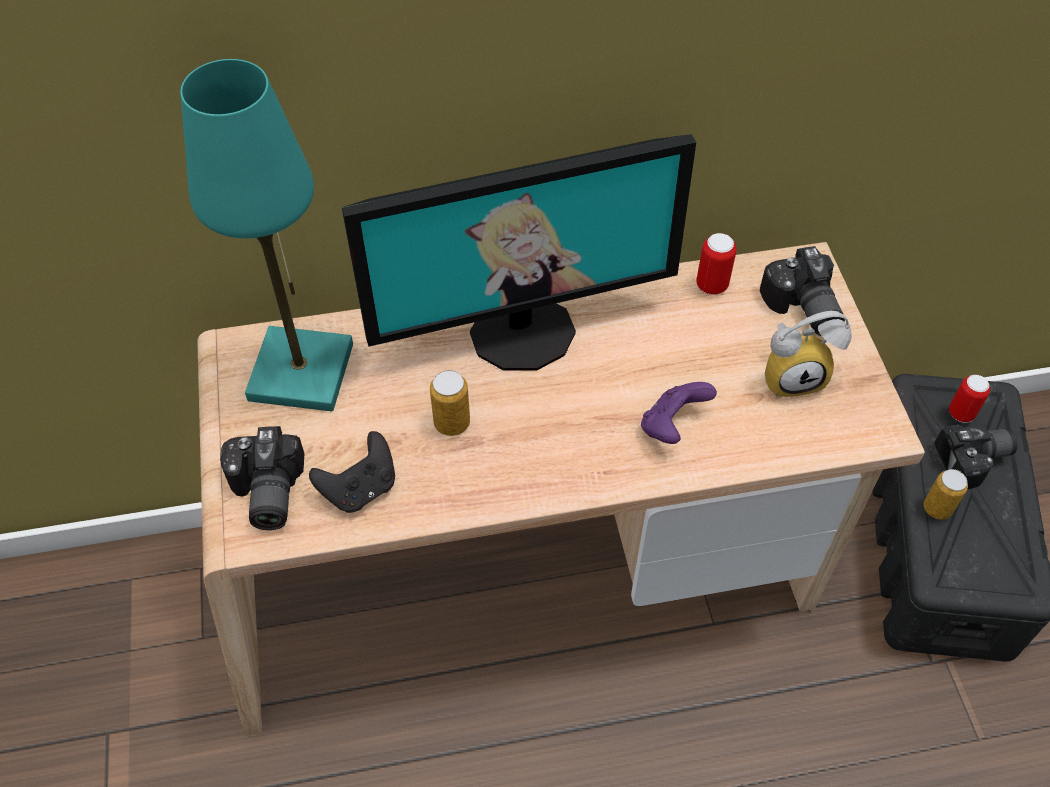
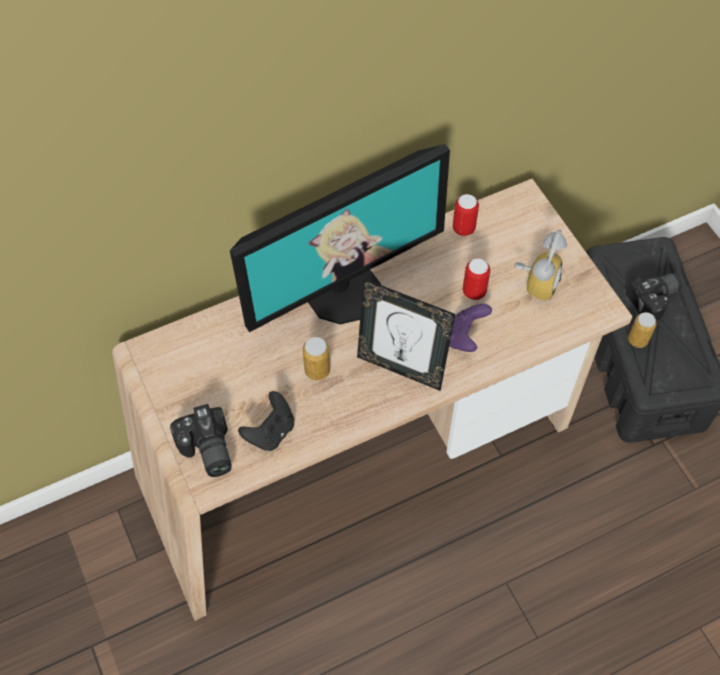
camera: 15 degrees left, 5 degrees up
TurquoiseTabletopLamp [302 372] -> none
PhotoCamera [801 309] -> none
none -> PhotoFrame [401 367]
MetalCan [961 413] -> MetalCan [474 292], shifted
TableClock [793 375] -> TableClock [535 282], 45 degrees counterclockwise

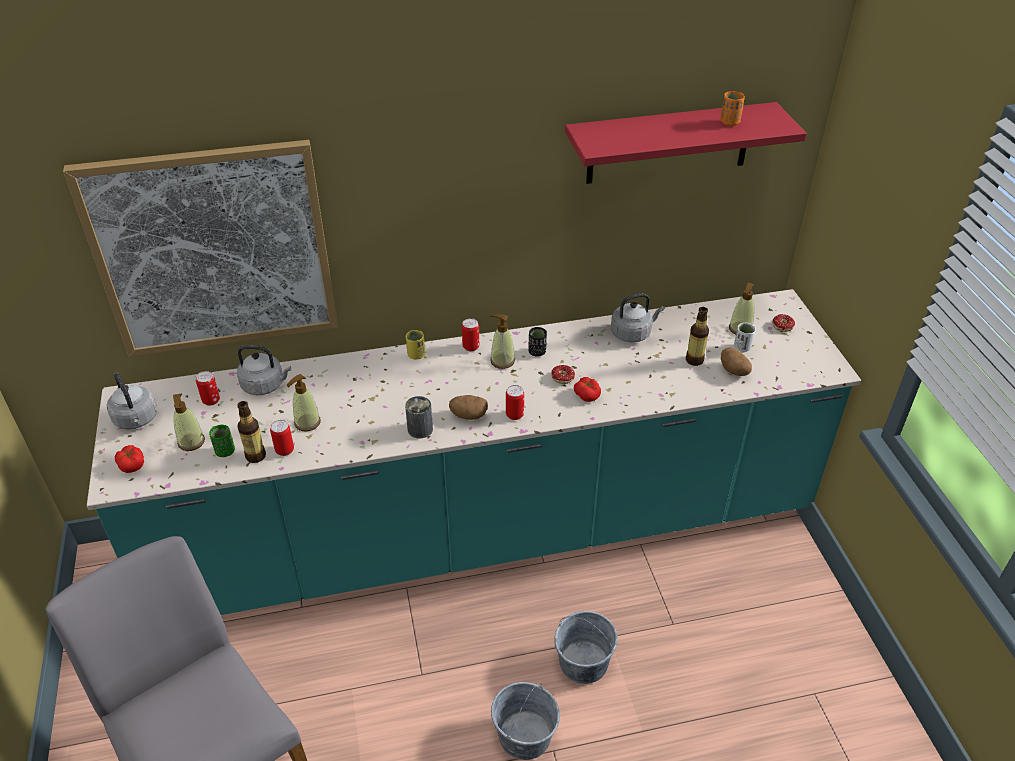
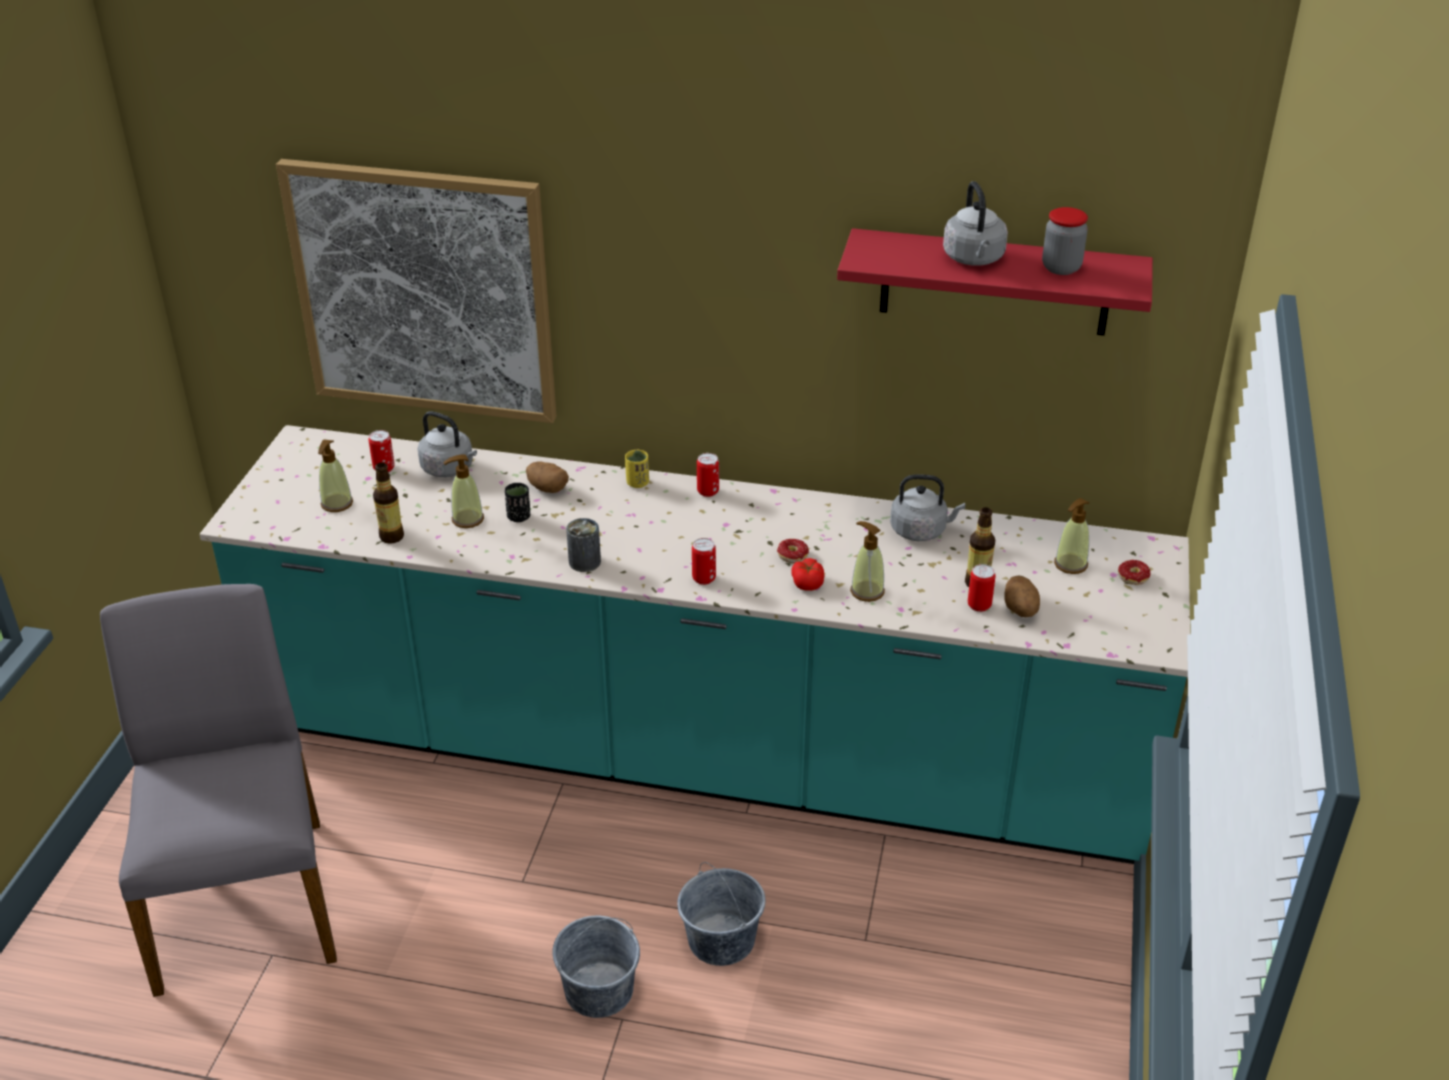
camera: 25 degrees right, 5 degrees down
Tomato [132 464] -> none
GreenColouredSmallCup [225 451] -> none
WhiteSmallCup [742 347] -> none
GreyWaterKettle [137 420] -> GreyWaterKettle [974 259], shifted
MetalCan [284 450] -> MetalCan [979 605], shifted
Spud [468 415] -> Spud [547 488], shifted
SoapBottle [502 361] -> SoapBottle [867 591], shifted
BlackishSmallCup [537 352] -> BlackishSmallCup [519 517], shifted
OrangeySmallCup [729 122] -> Jar [1061 268]

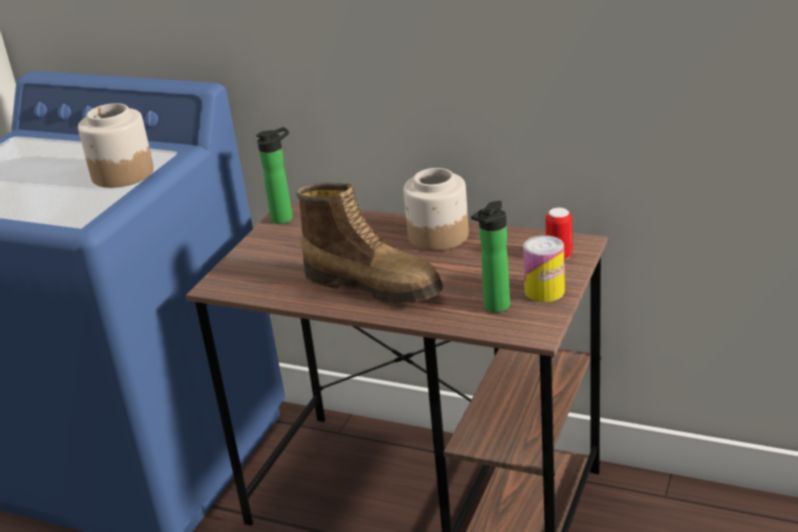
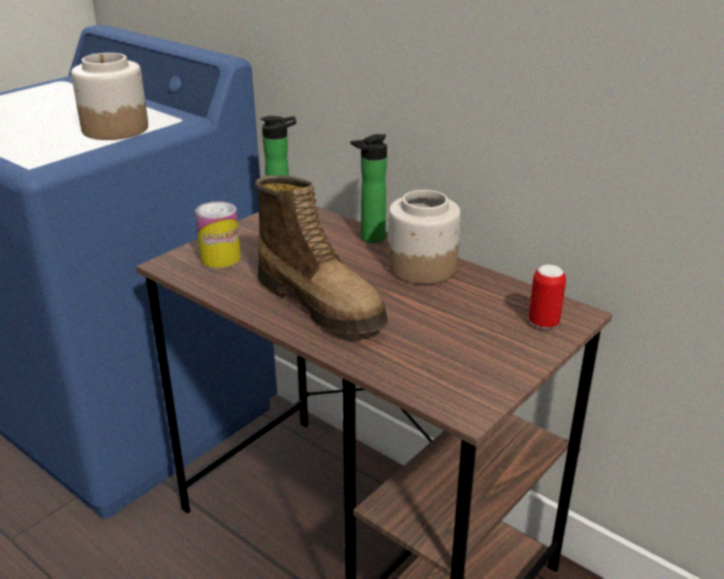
camera: 15 degrees right, 0 degrees up
DrinkBottle [494 308] -> DrinkBottle [369 239], shifted
MetalCan [544 291] -> MetalCan [220 258], shifted

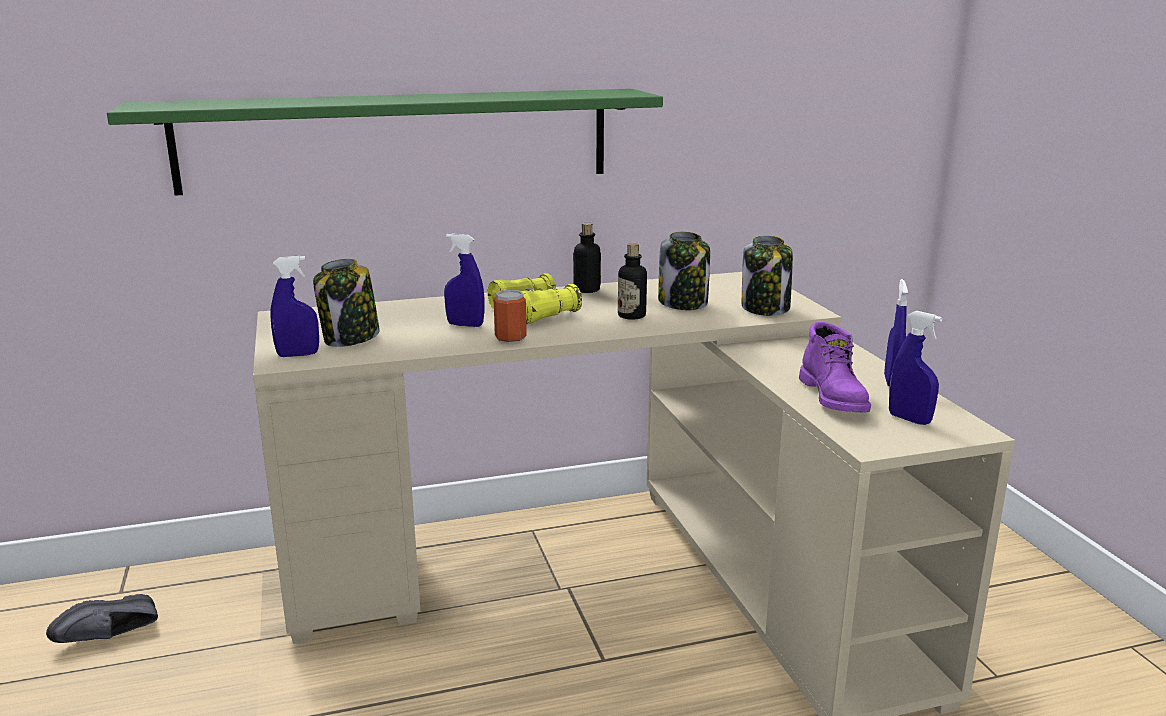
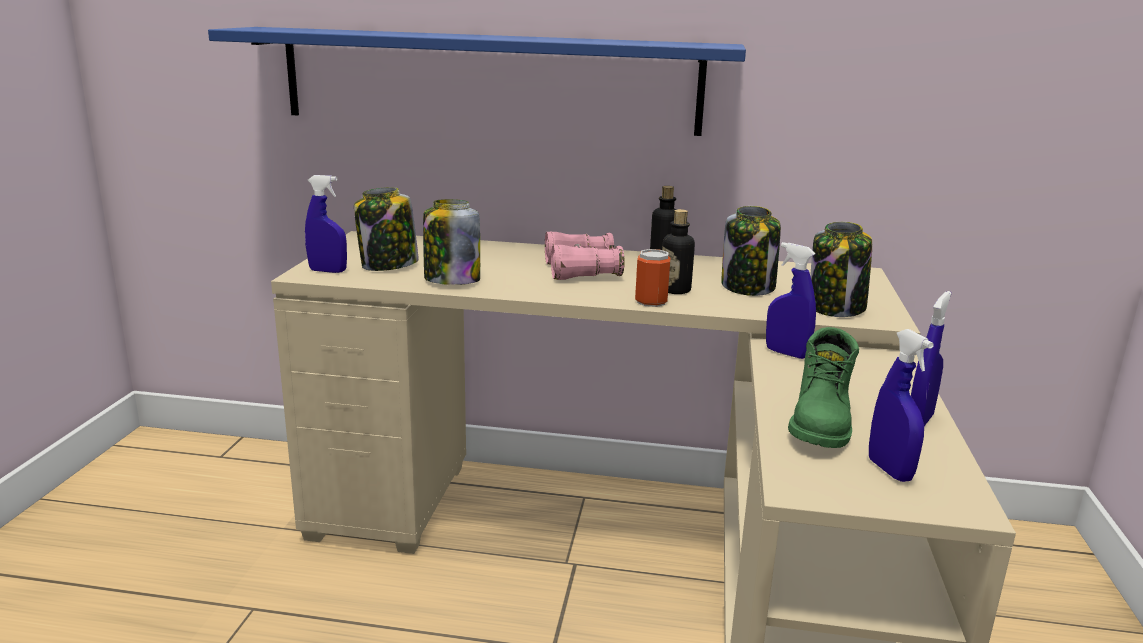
camera: 25 degrees right, 0 degrees up
BlackishShoe [110 637] -> none
none -> Jar [451 280]
BlueColouredHandSprayer [465 325] -> BlueColouredHandSprayer [786 353], shifted
MetalCan [510 338] -> MetalCan [651 302], shifted
GreenColouredShelf [398 139] -> BlueColouredShelf [489 80]
YellowishBinoculars [534 312] -> PinkColouredBinoculars [581 271]
PurpleColouredBoot [834 397] -> GreenColouredBoot [822 423]

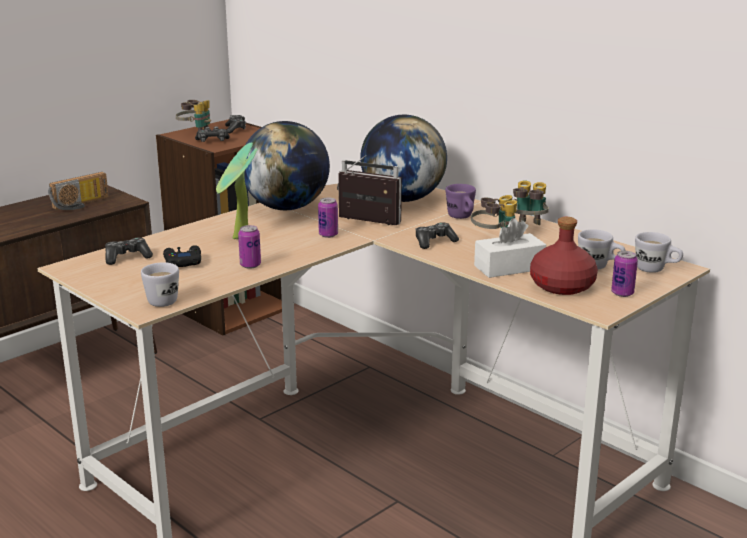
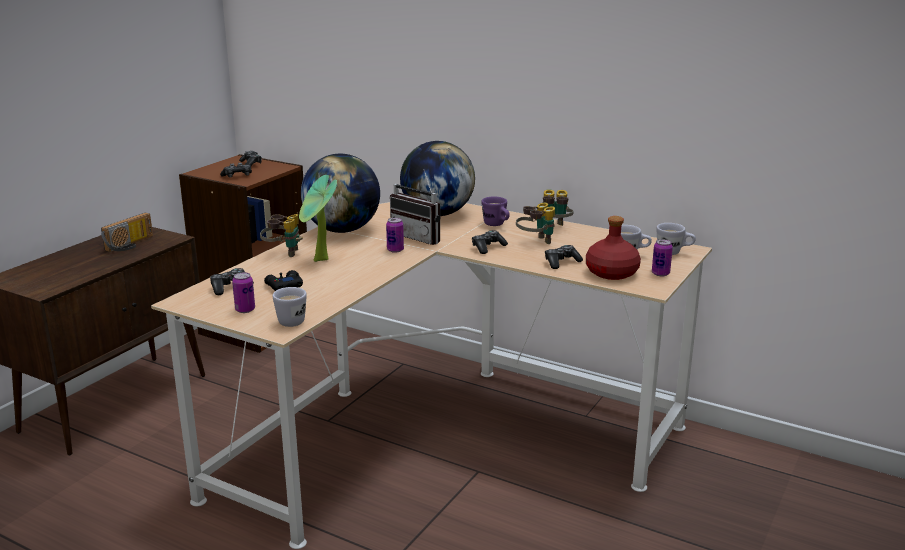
camera: 15 degrees left, 0 degrees up
Binoculars [195 133] -> Binoculars [283 253], shifted
MetalCan [250 265] -> MetalCan [245 310], shifted
WhiteTissueBox [509 267] -> Joypad [561 262]
Radio [365 223] -> Radio [420 237], 150 degrees counterclockwise

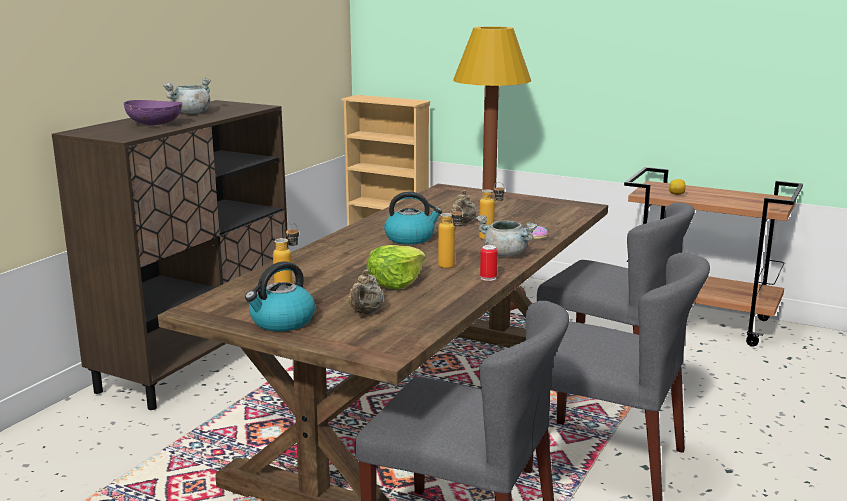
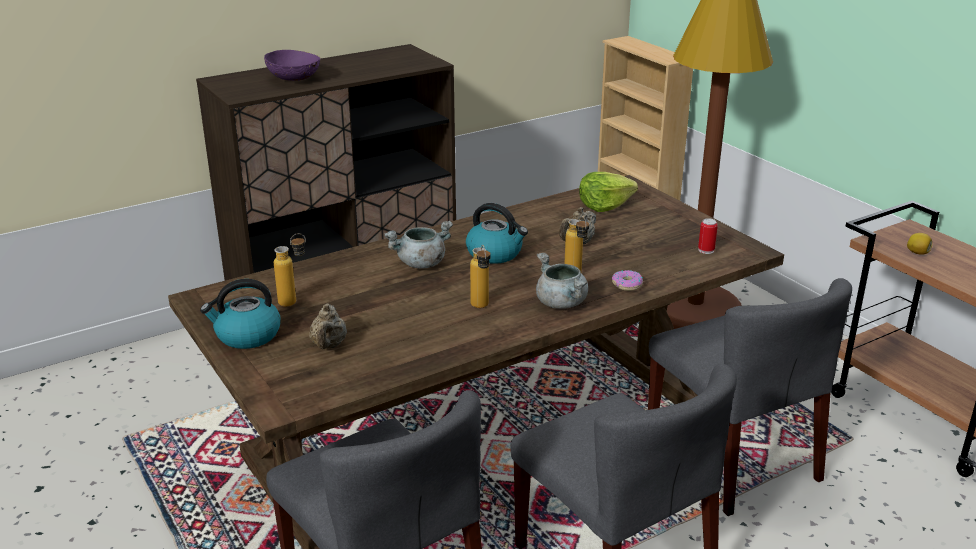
camera: 30 degrees right, 10 degrees up
GreyStockpot [191 113] -> GreyStockpot [421 264], shifted
HeadOfLettuce [395 283] -> HeadOfLettuce [604 205], shifted
MetalCan [488 278] -> MetalCan [706 250], shifted
SandColouredTeapot [365 312] -> SandColouredTeapot [328 346], 45 degrees counterclockwise

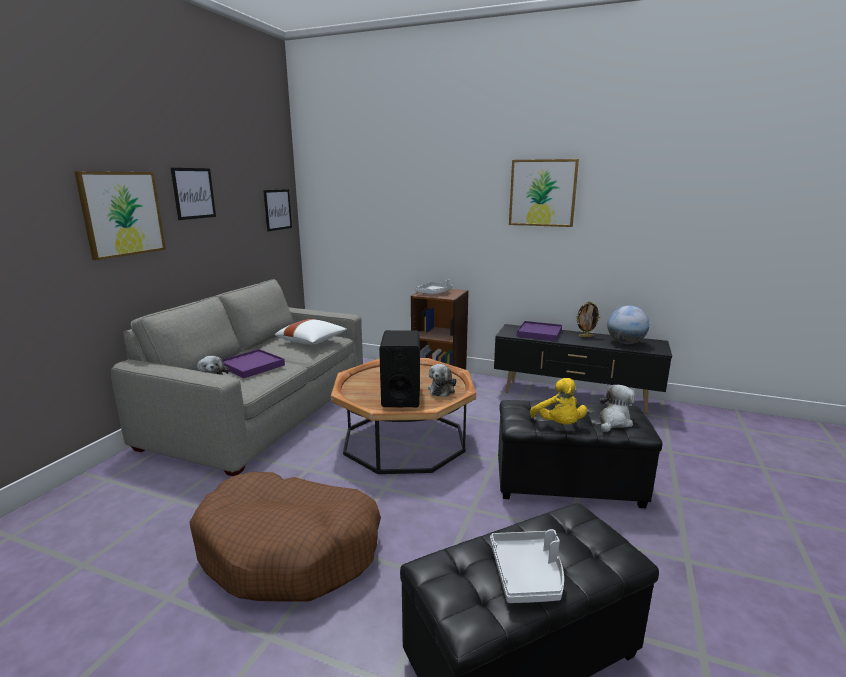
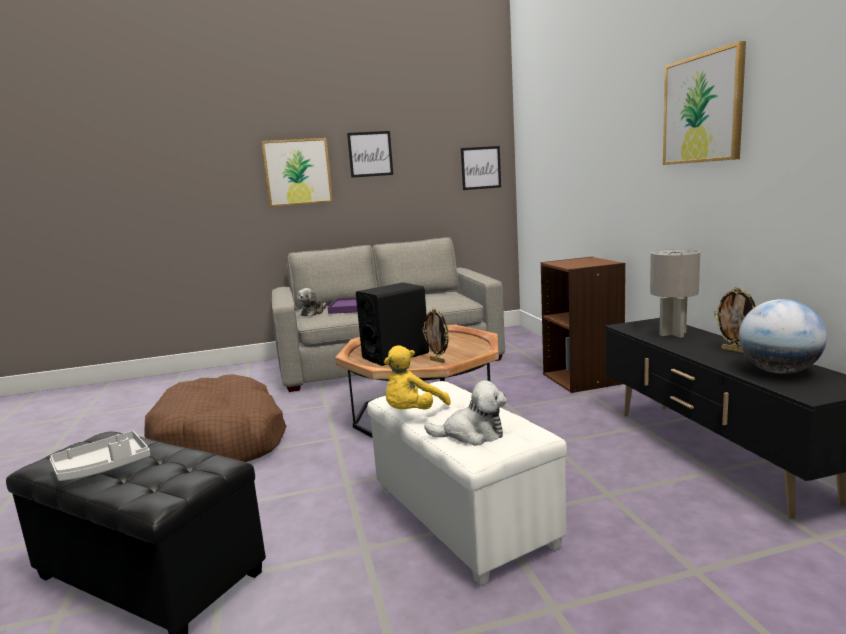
camera: 55 degrees right, 5 degrees down
WhitePillow [312 342] -> none
GreyTray [434 293] -> none
PlushToy [442 389] -> PhotoFrame [438 361]
PurpleColouredTray [539 333] -> GreyTabletopLamp [672 334]
BlackishOttoman [567 486] -> WhiteOttoman [460 517]

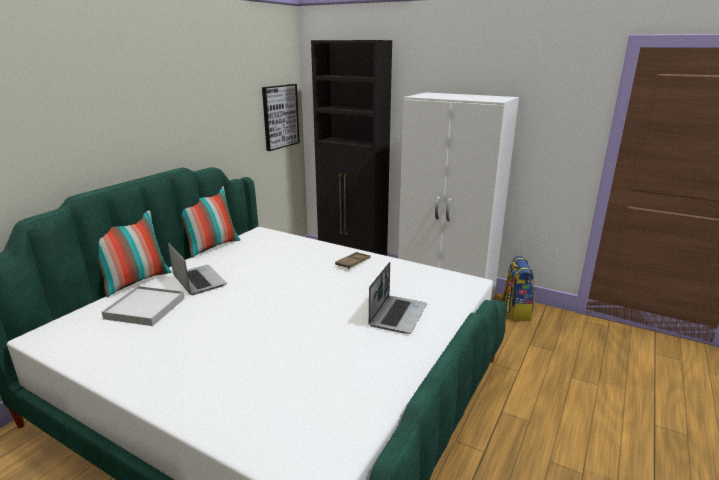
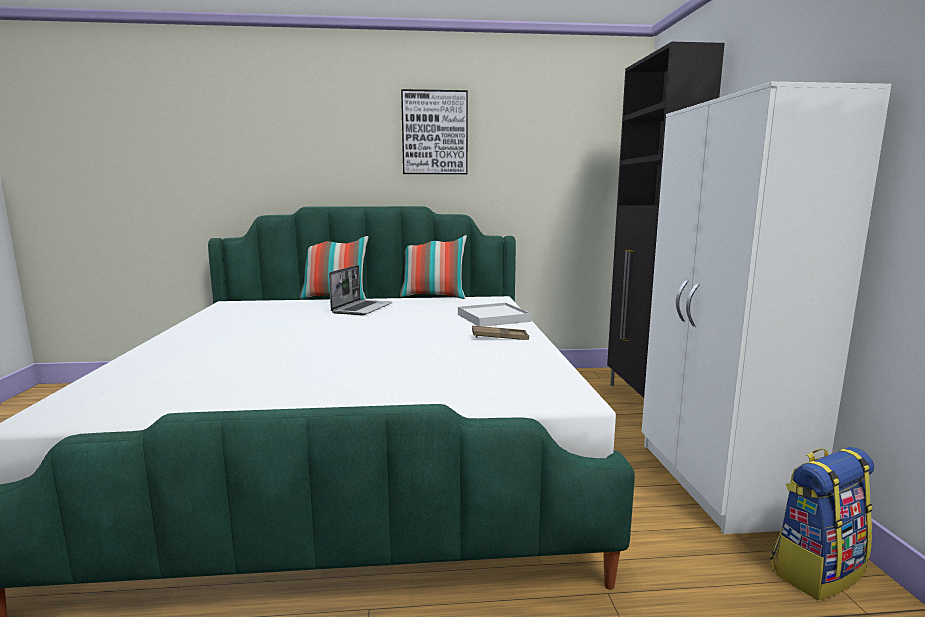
camera: 55 degrees right, 10 degrees down
NotebookComputer [397 315] -> none
WhiteTray [145 308] -> WhiteTray [493 318], shifted
WallPicture [280 116] -> WallPicture [434 133], shifted

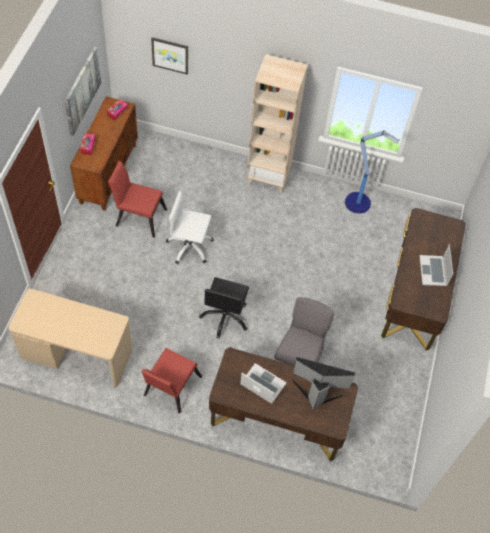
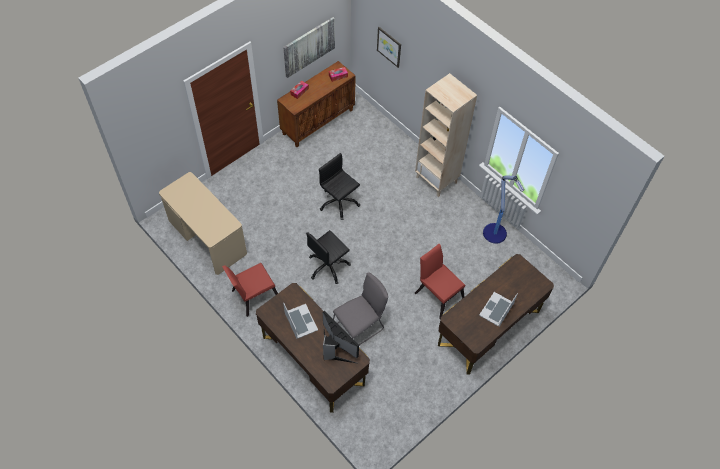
camera: 35 degrees right, 0 degrees up
ReddishUprightChair [138 216] -> ReddishUprightChair [437 294], shifted
WhiteComputerChair [189 247] -> BlackishComputerChair [339 203]

